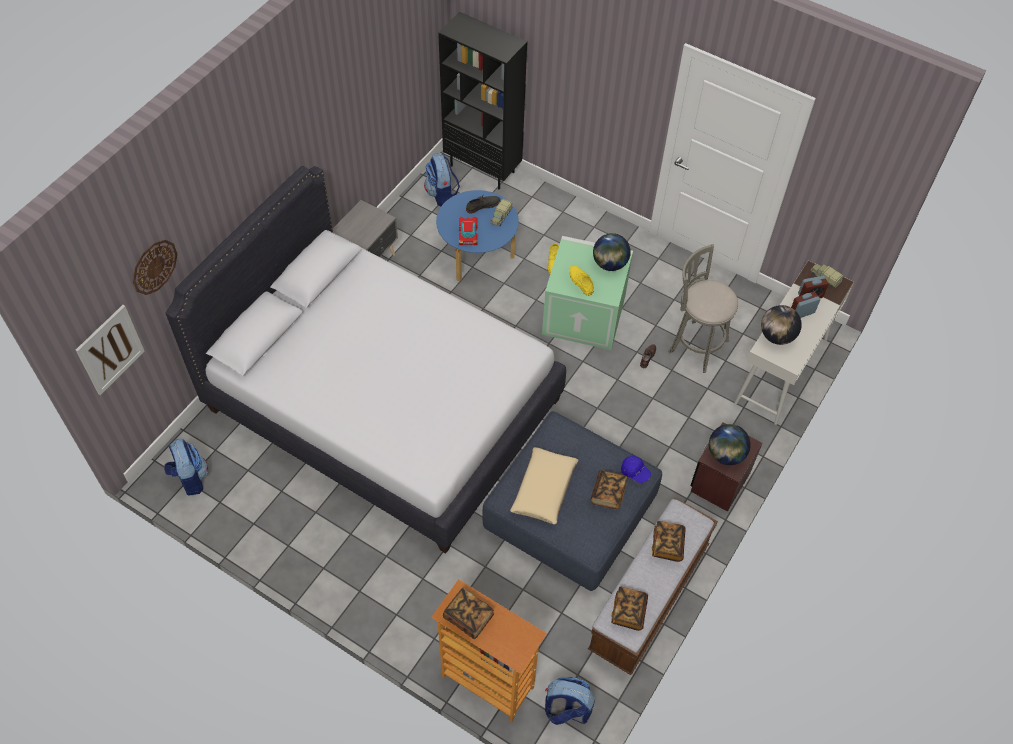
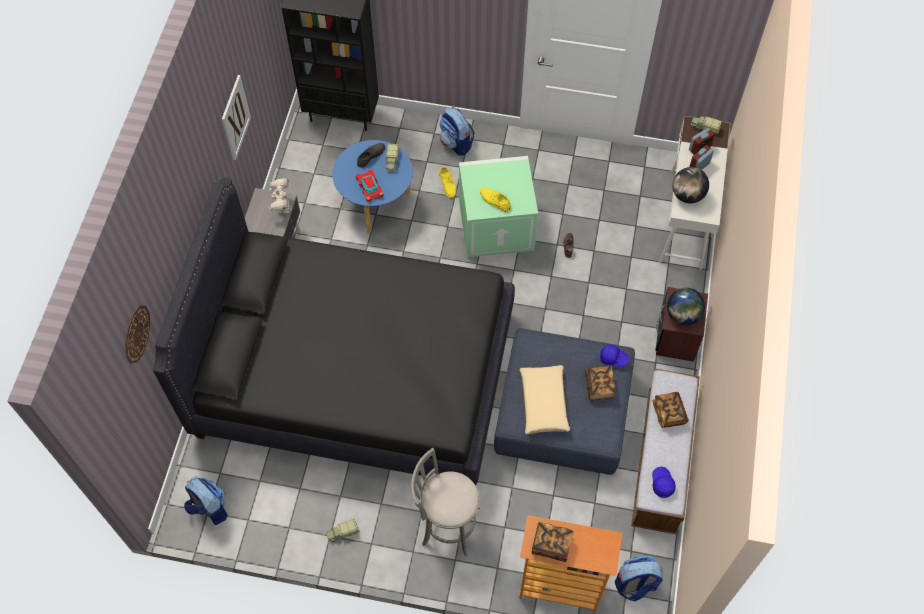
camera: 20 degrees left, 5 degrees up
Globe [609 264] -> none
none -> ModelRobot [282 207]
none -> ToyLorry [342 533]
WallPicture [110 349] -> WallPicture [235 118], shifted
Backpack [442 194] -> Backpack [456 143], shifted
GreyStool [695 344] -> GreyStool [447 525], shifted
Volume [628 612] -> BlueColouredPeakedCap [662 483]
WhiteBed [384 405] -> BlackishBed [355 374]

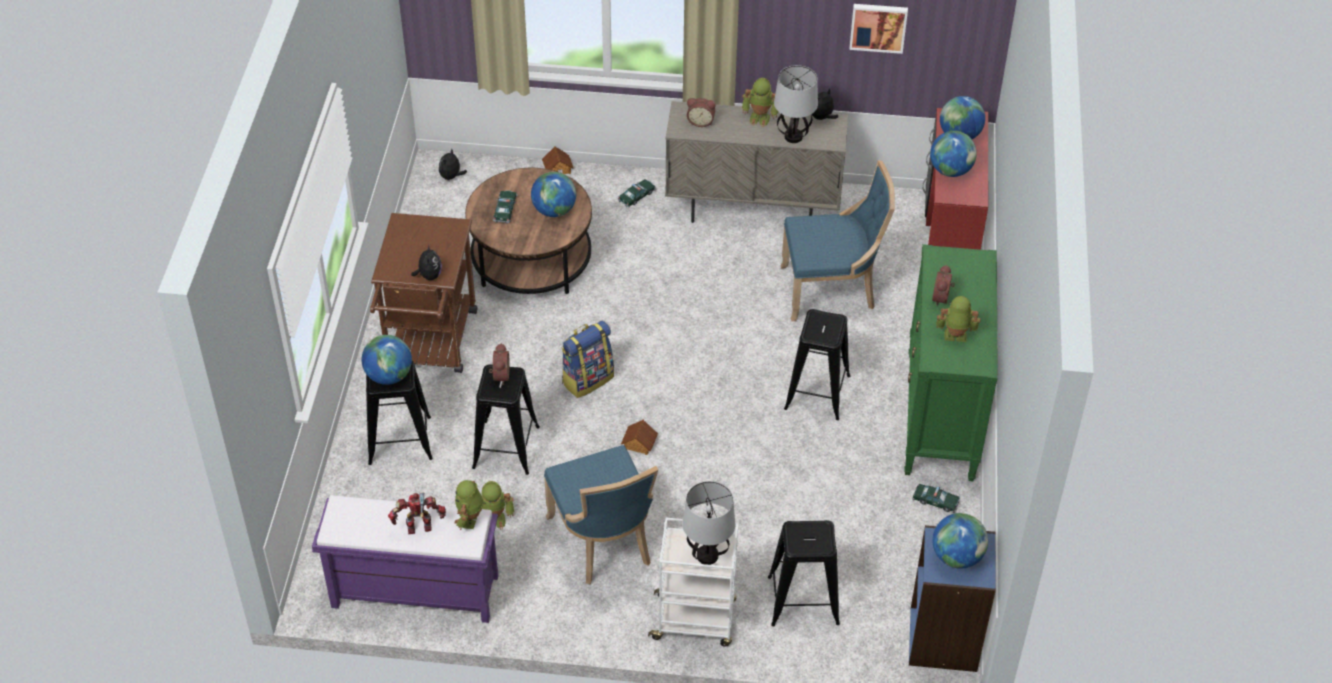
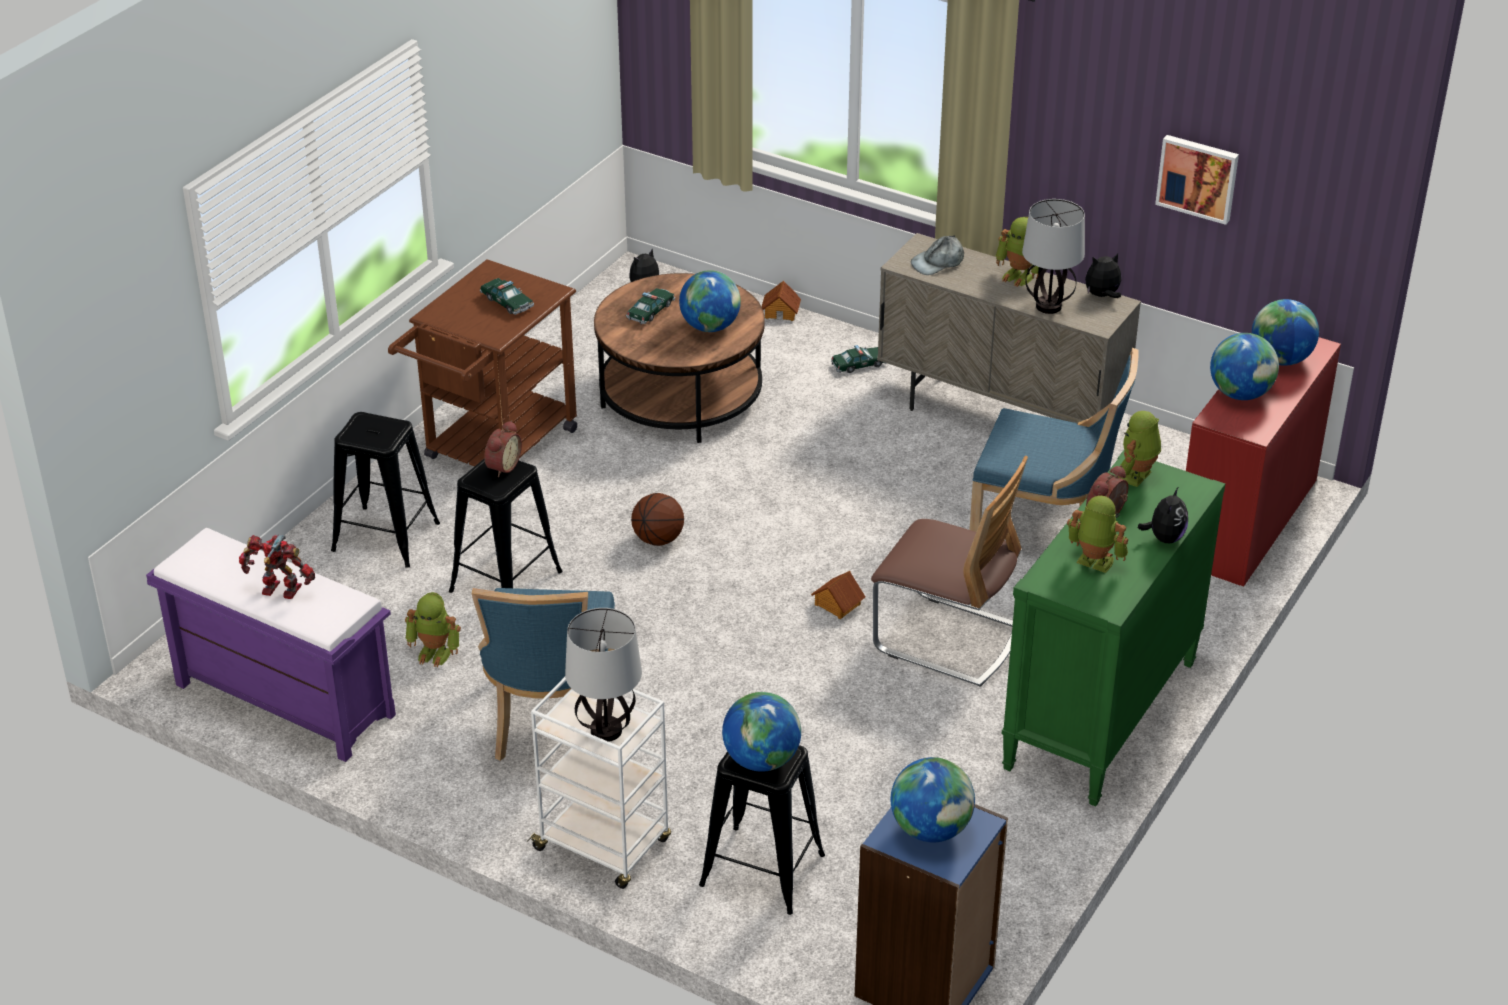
camera: 25 degrees right, 10 degrees down
Globe [389 376] -> Globe [761 760], shifted
PlushToy [429 276] -> PlushToy [1164 538], shifted
ModelRobot [470 519] -> ModelRobot [1137 477], shifted
ModelHouse [639 444] -> ModelHouse [837 604], shifted
MiniatureCar [935 501] -> MiniatureCar [507 302], shifted
Backpack [587 379] -> Basketball [658 539]
TableClock [701 121] -> GreyPeakedCap [938 262]
BlackishStool [817 392] -> UprightChair [947 639]

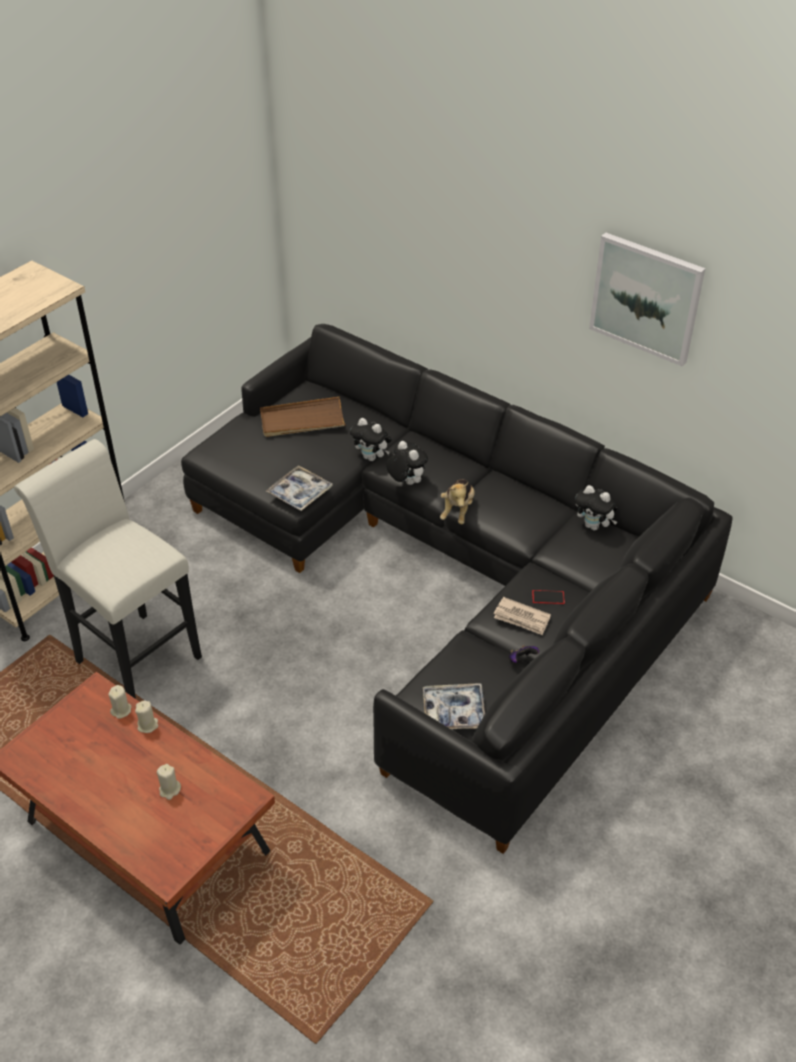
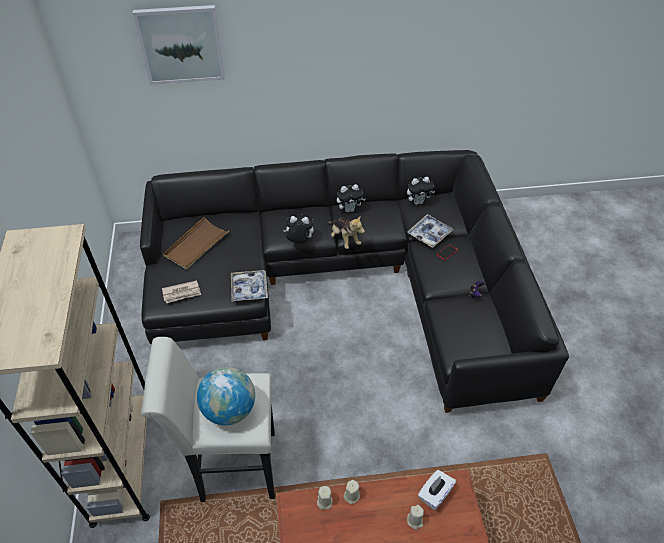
camera: 45 degrees left, 5 degrees up
none -> Globe [229 410]
none -> WhiteTissueBox [435 494]
PlushToy [372 457] -> PlushToy [350 209], shifted
Tray [454 712] -> Tray [429 234], shifted
PrintedPaper [522 618] -> PrintedPaper [182 293], shifted
WallPicture [646 298] -> WallPicture [181 44], shifted

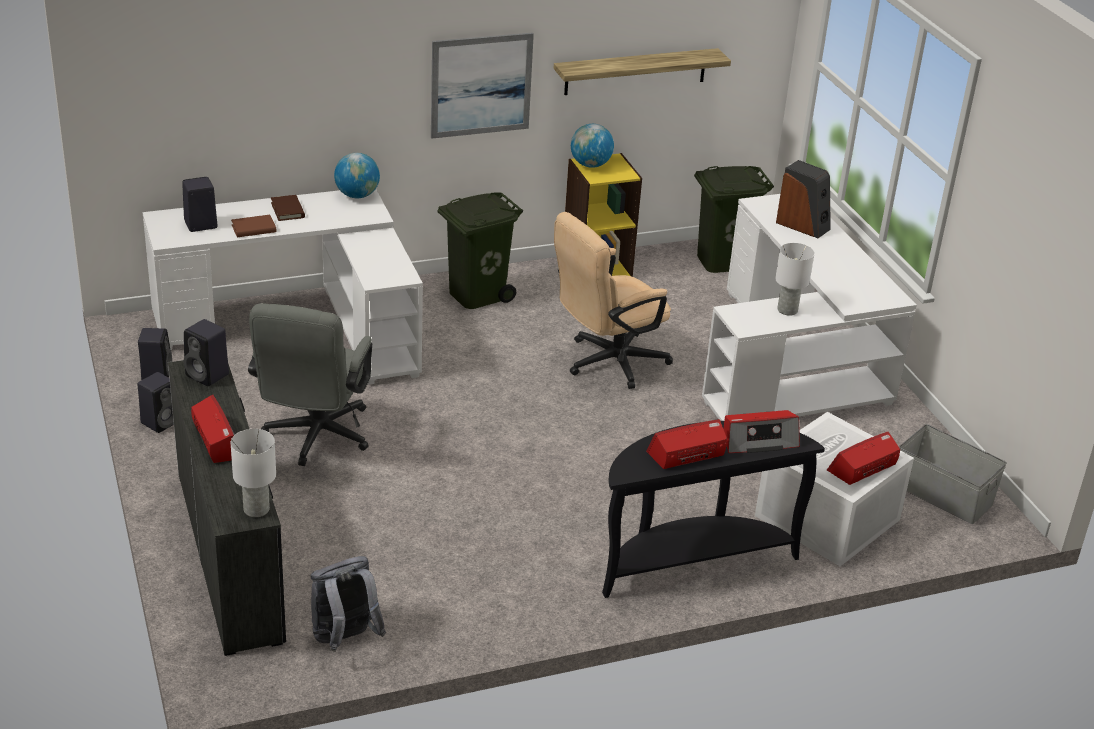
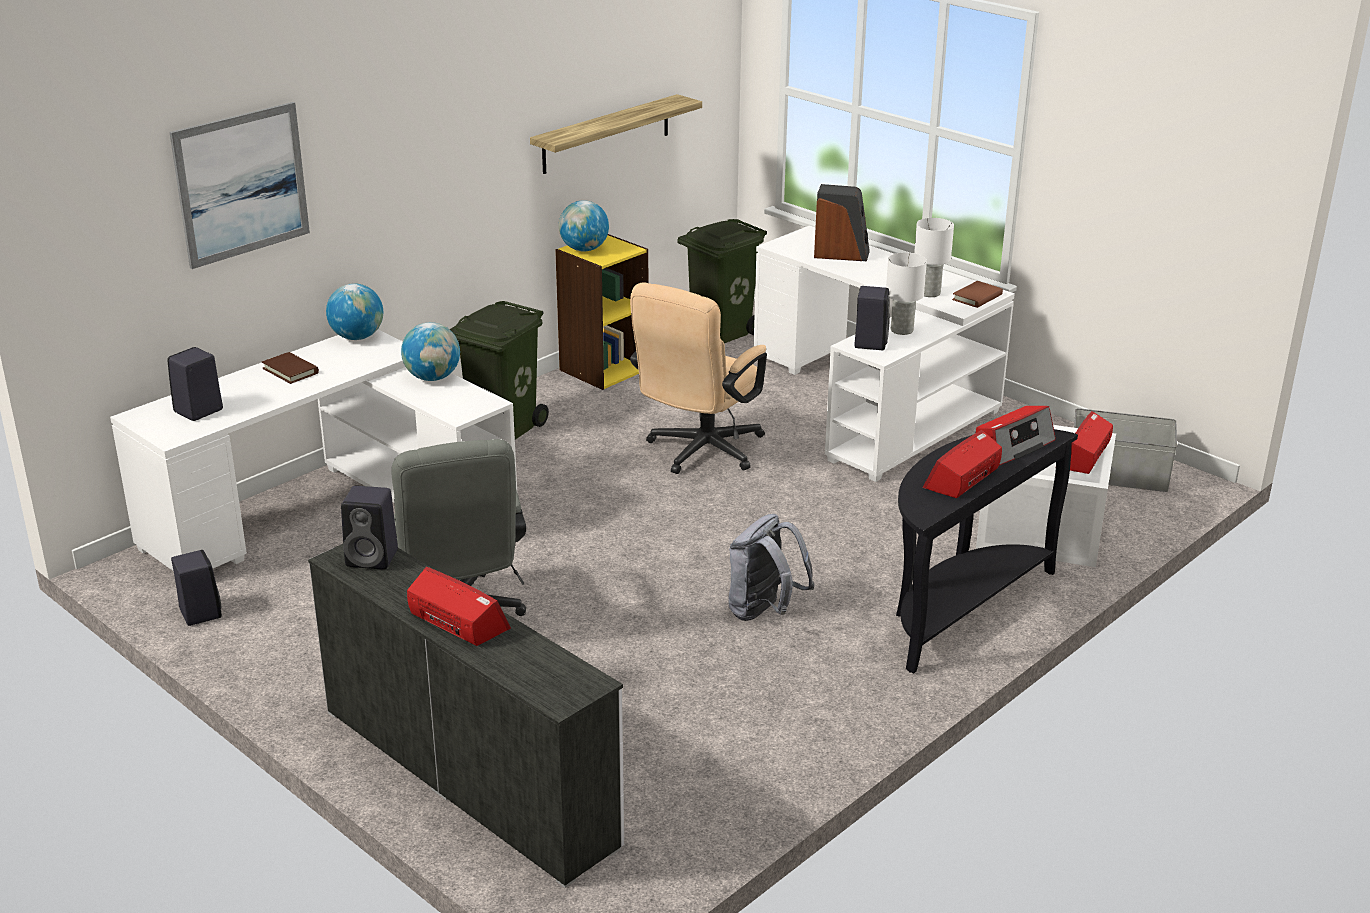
camera: 25 degrees left, 5 degrees down
none -> Globe [432 378]
BlackishSpeaker [161 421] -> BlackishSpeaker [870 342], shifted
BrownishVolume [254 229] -> BrownishVolume [977 297], shifted
WhiteTabletopLamp [257 510] -> WhiteTabletopLamp [930 293], shifted
GreyBackpack [344 640] -> GreyBackpack [764 612], shifted
WallPicture [481 85] -> WallPicture [241 184], shifted
BlackishDrawerChest [230 554] -> WhiteDrawerChest [468 775]

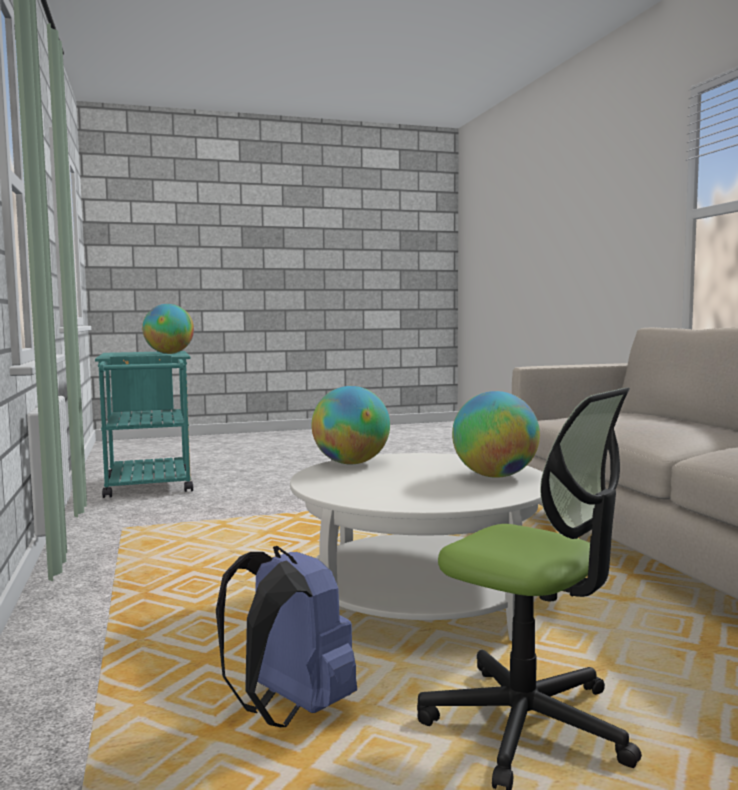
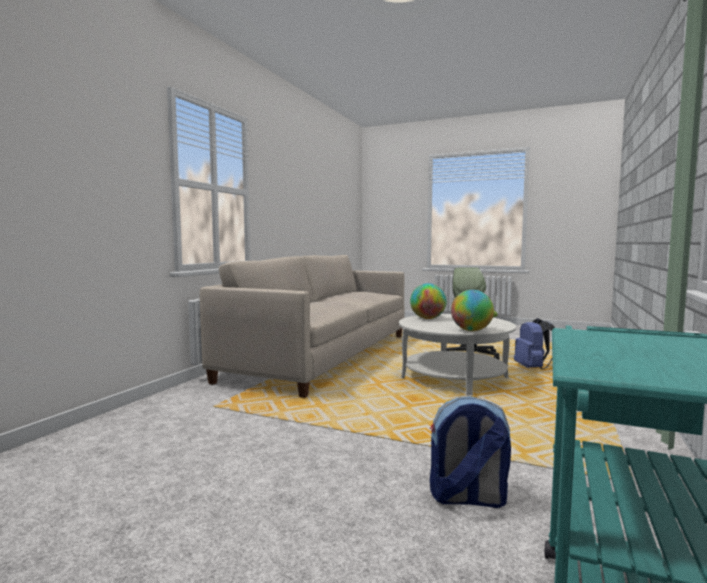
camera: 140 degrees left, 0 degrees up
Globe [169 353] -> none
none -> Backpack [467 498]

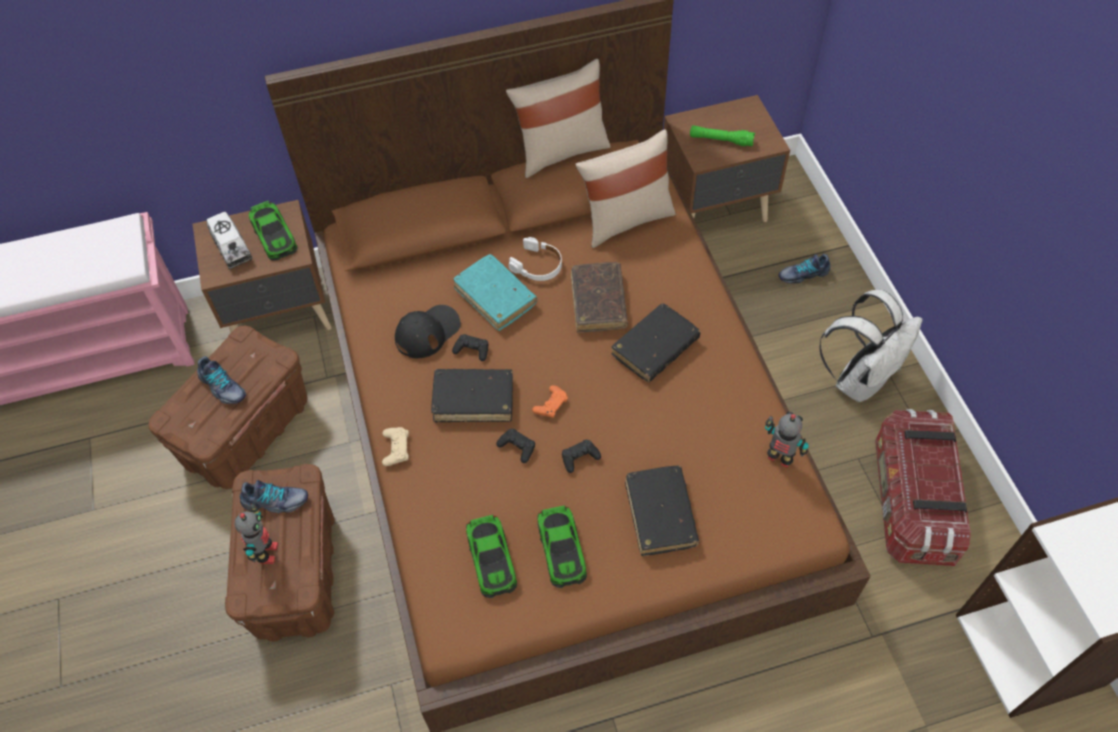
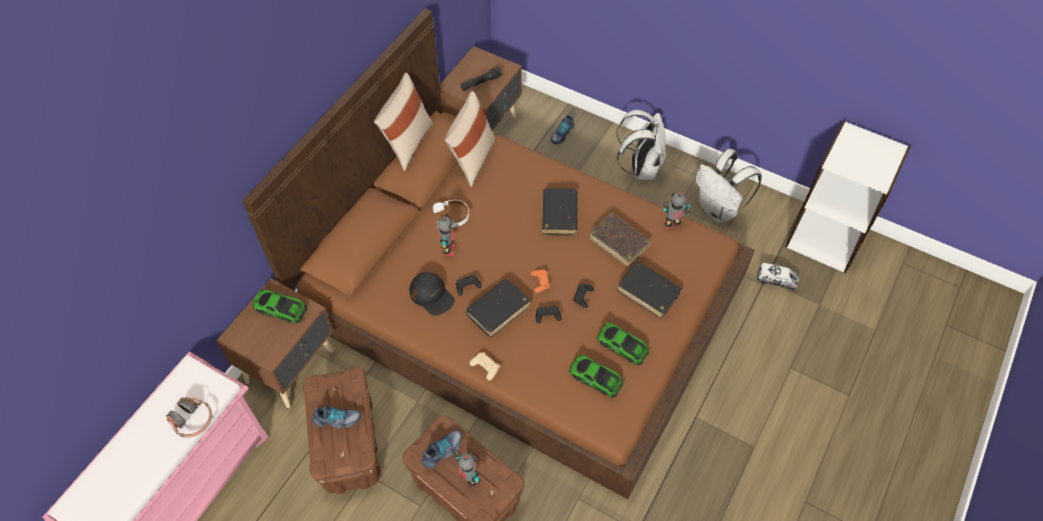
camera: 45 degrees left, 0 degrees up
none -> PairOfHeadphones [192 421]
ToyLorry [232 247] -> ToyLorry [776 280], shifted
BrownishVolume [598 302] -> BrownishVolume [619 243], shifted
TurquoiseVolume [495 297] -> ModelRobot [448 250]
StorageBin [911 501] -> WhiteBackpack [719 210]
GreenColouredFlashlight [721 140] -> BlackishFlashlight [481 83]
BlackishPeakedCap [427 332] -> BlackishPeakedCap [432 295], 135 degrees clockwise

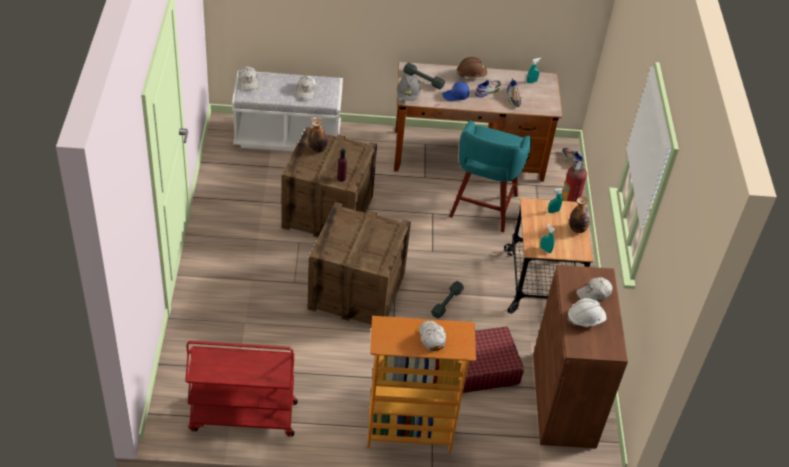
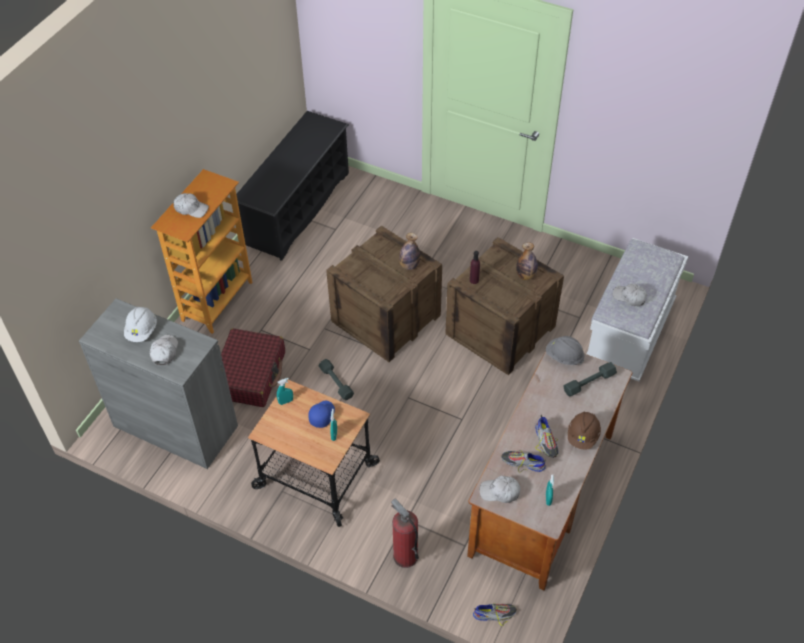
camera: 120 degrees right, 5 degrees up
TurquoiseStool [482 207] -> none
WhitePeakedCap [248 81] -> WhitePeakedCap [500 492], shifted
BlueColouredPeakedCap [455 96] -> BlueColouredPeakedCap [321 415], shifted
DrinkBottle [577 229] -> DrinkBottle [409 265], shifted
ReddishWheeledCart [242 416] -> BlackishShoeShelf [297 208]
BrownishCabinet [563 399] -> GreyCabinet [175 426]

